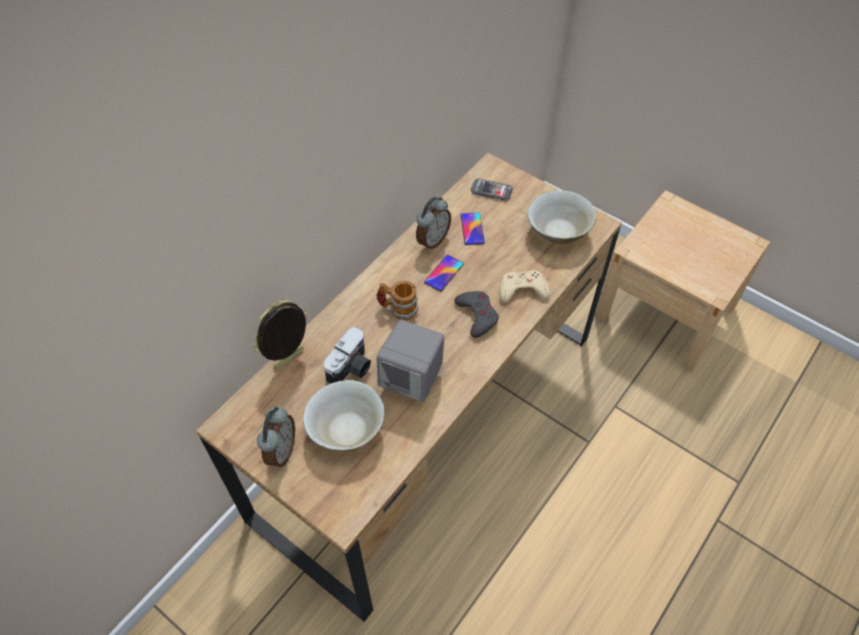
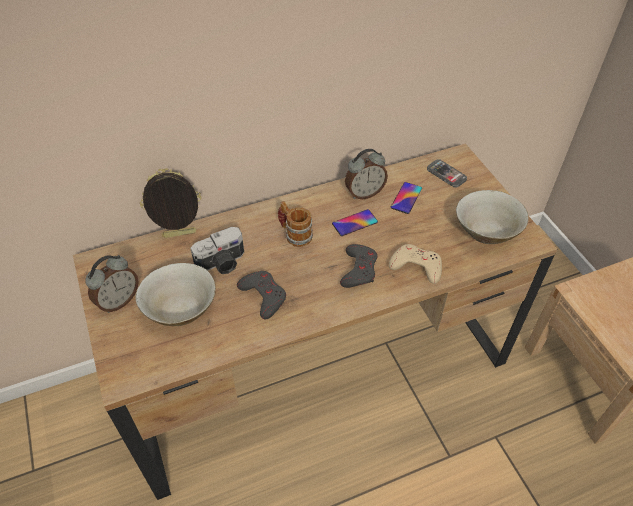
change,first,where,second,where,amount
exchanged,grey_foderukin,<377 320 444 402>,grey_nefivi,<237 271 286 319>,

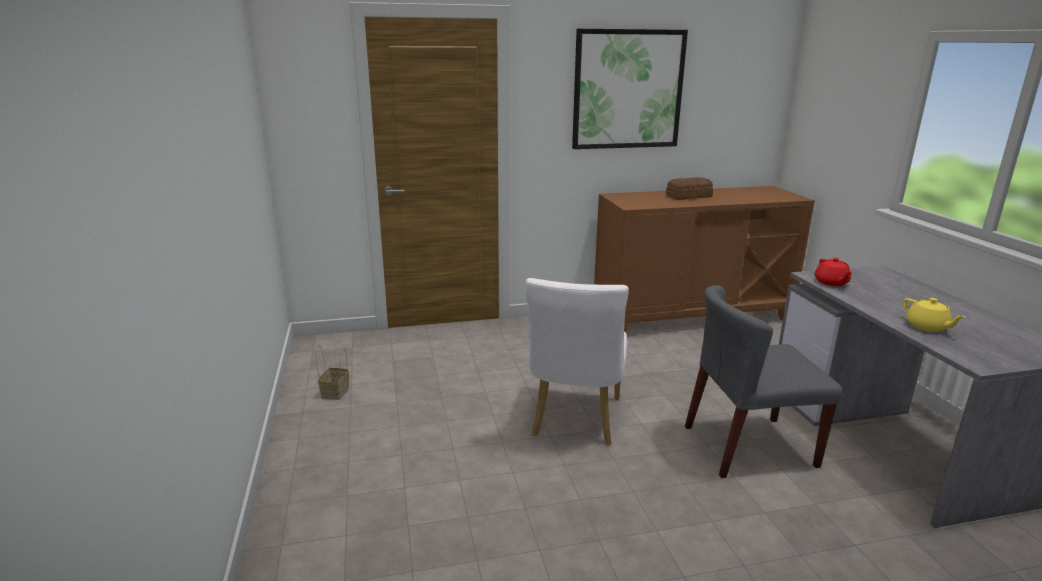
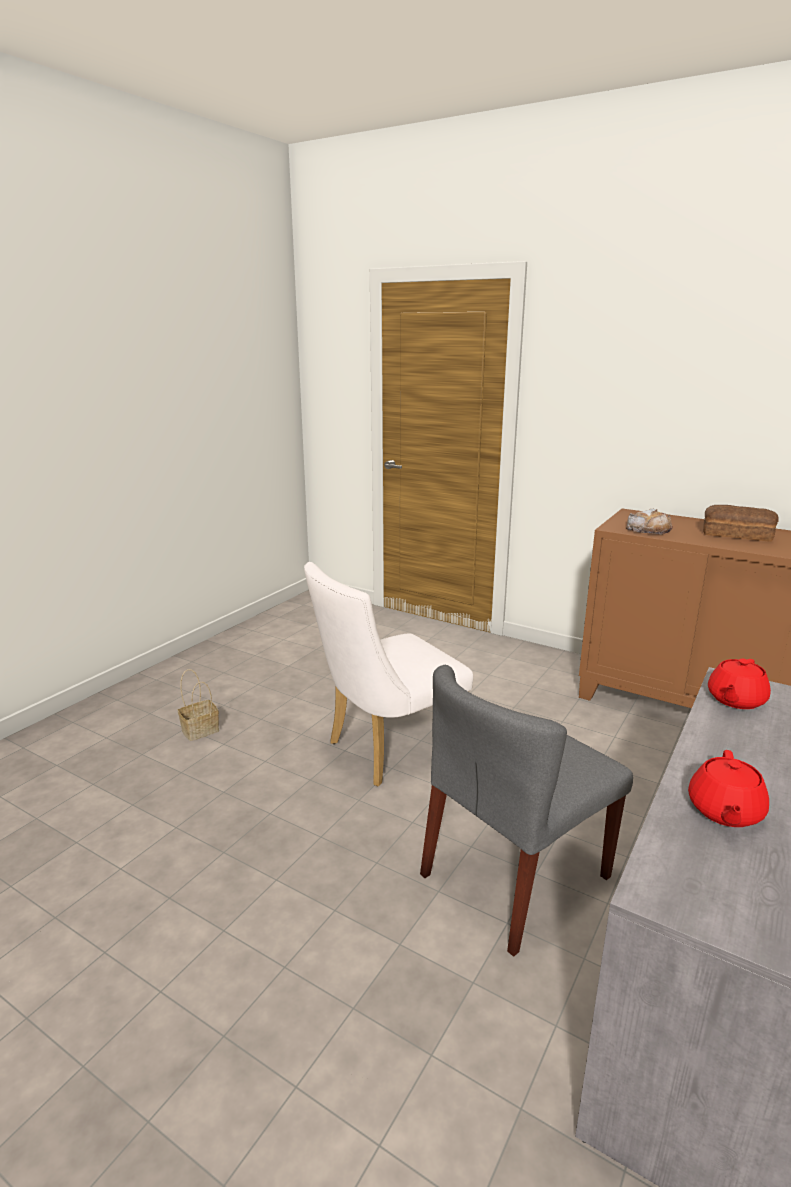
change,first,where,second,where,amount
missing,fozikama,<572 29 688 149>,,,
appeared,,,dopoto,<626 509 673 534>,
relocated,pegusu,<315 345 350 400>,,<178 669 219 741>,
colour,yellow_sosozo,<903 298 965 332>,red_sosozo,<688 750 769 827>,
spun,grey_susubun,<685 285 843 478>,,<420 665 633 957>,75 degrees counterclockwise

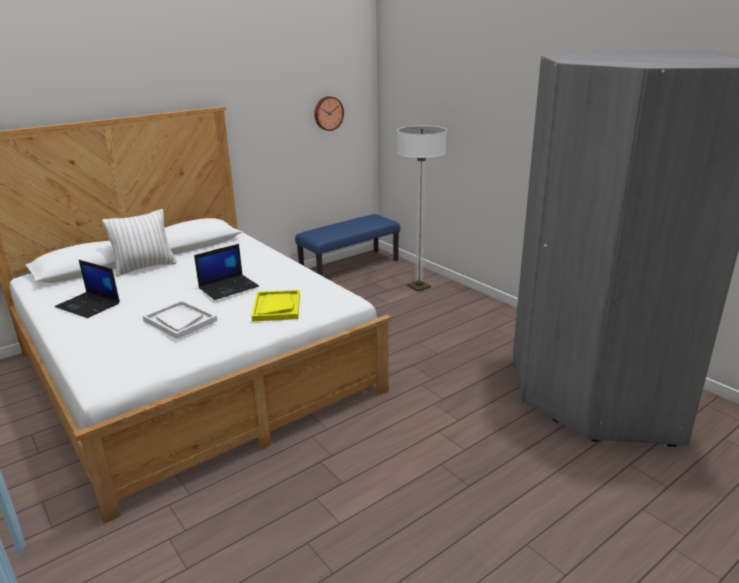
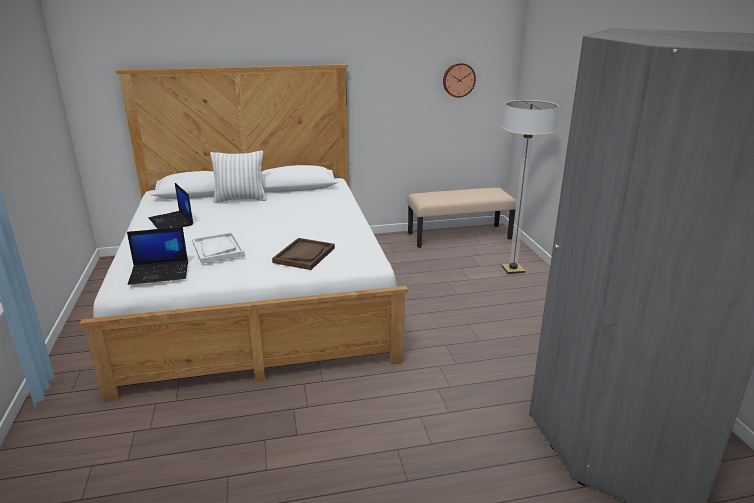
change,first,where,second,where,amount
relocated,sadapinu,<194 244 259 300>,,<127 227 188 285>,
colour,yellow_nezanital,<252 290 300 321>,brown_nezanital,<272 238 335 270>,
colour,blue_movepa,<295 214 400 276>,beige_movepa,<407 188 517 248>,

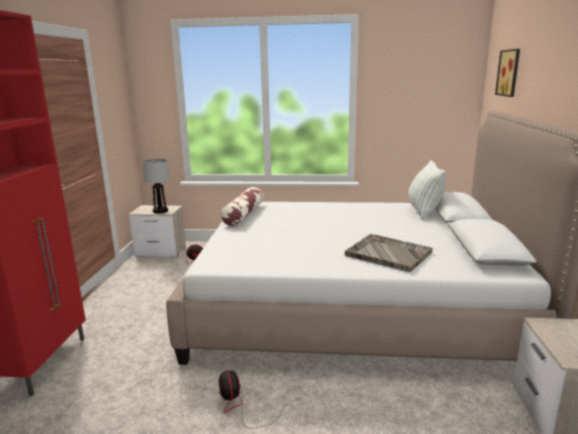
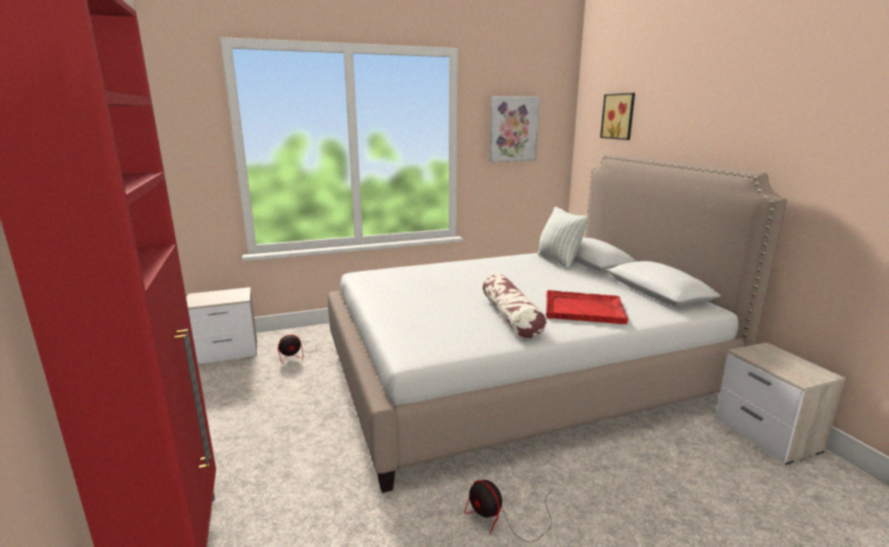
change,first,where,second,where,amount
missing,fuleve,<143 159 170 214>,,,
appeared,,,fozikama,<489 96 540 162>,
relocated,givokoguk,<220 187 264 226>,,<483 274 547 339>,
colour,grey_nezanital,<345 234 433 272>,red_nezanital,<546 290 628 324>,

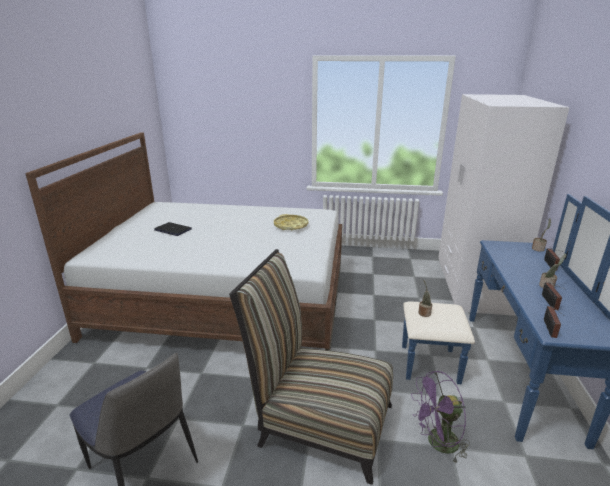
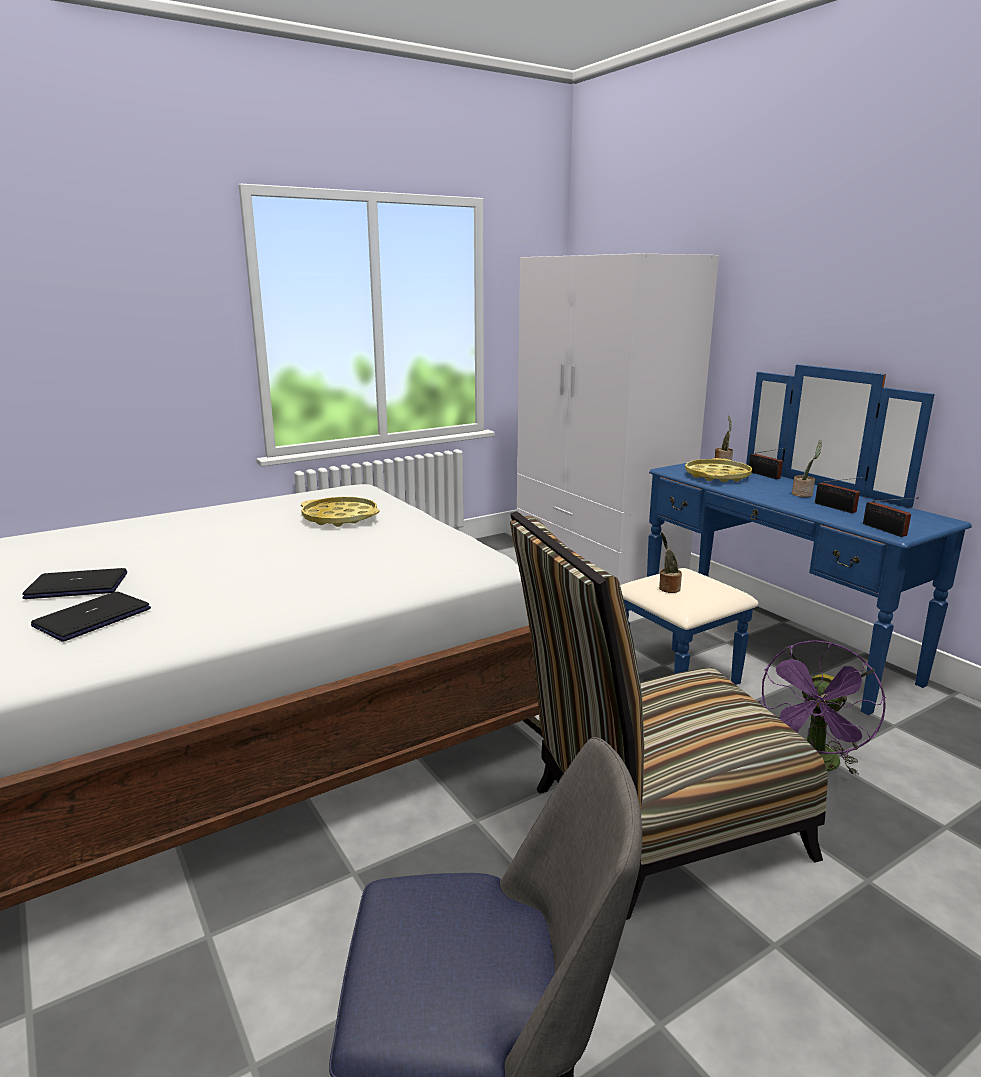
change,first,where,second,where,amount
appeared,,,sadapinu,<31 592 151 642>,
appeared,,,yellow_nezanital,<685 458 752 482>,

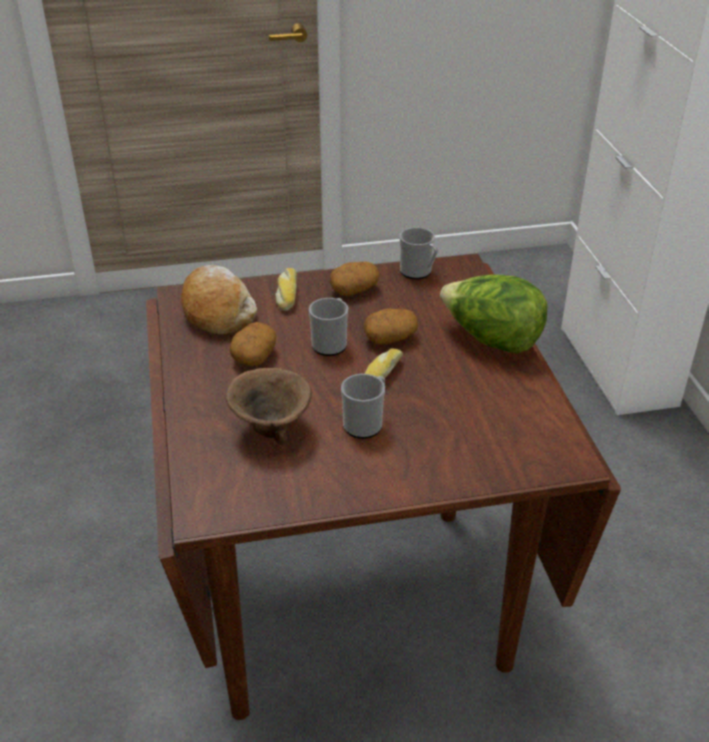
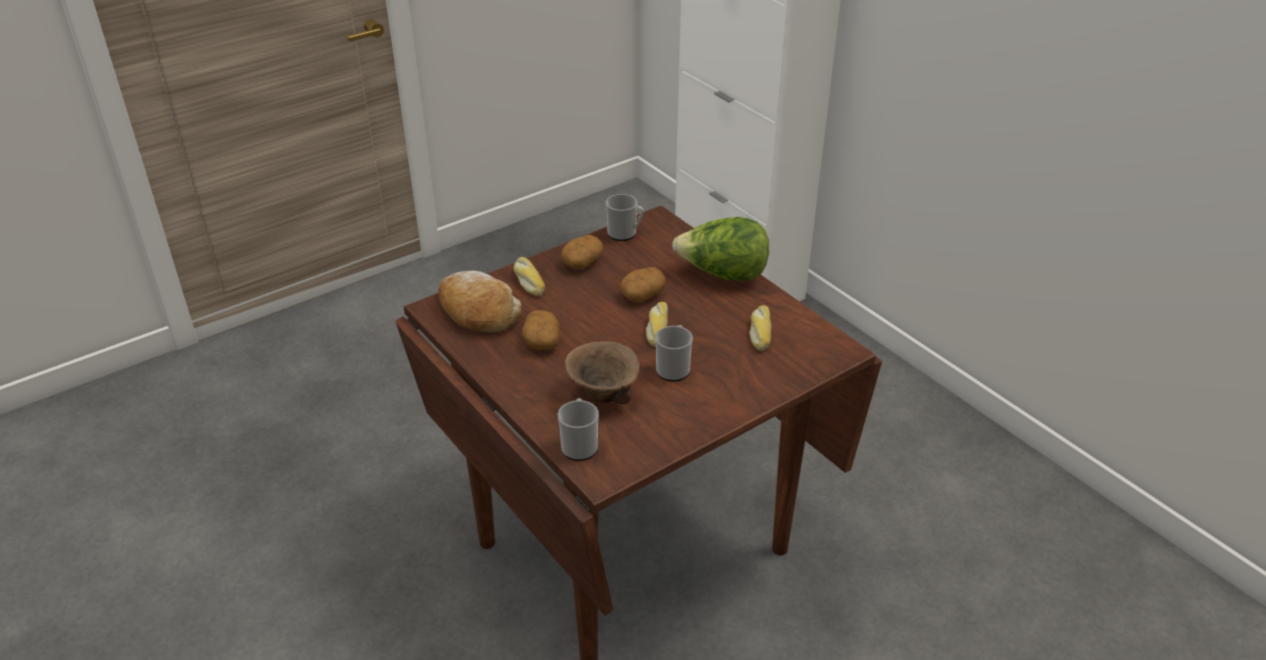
change,first,where,second,where,amount
appeared,,,dopoto,<749 305 771 351>,
relocated,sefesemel,<309 298 348 356>,,<558 398 599 461>,

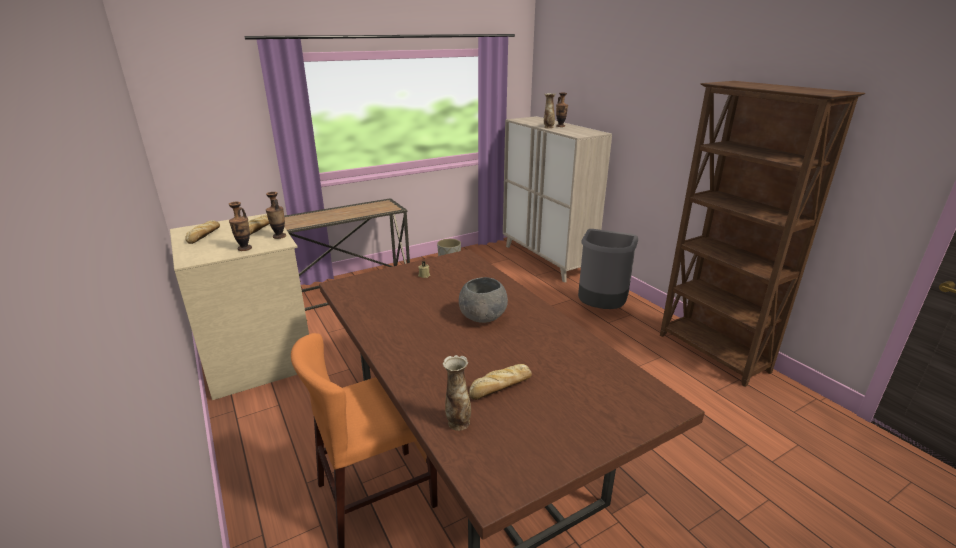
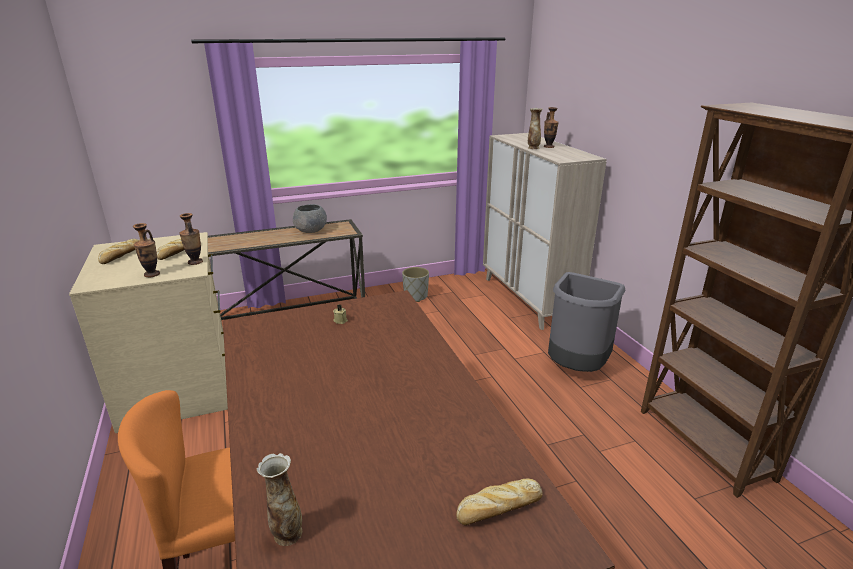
change,first,where,second,where,amount
relocated,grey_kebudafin,<459 277 508 323>,,<293 204 327 233>,
relocated,dopoto,<469 364 532 400>,,<456 479 543 525>,

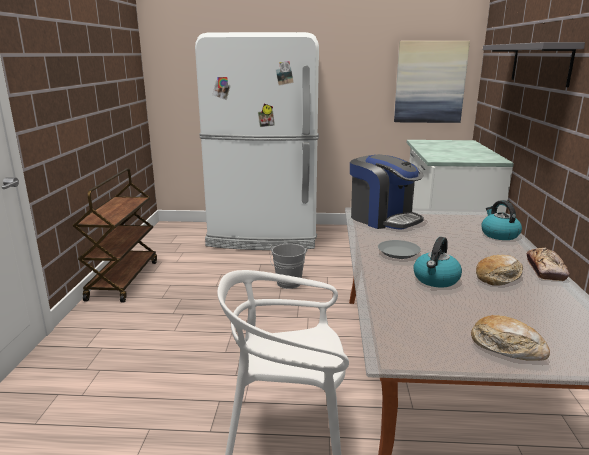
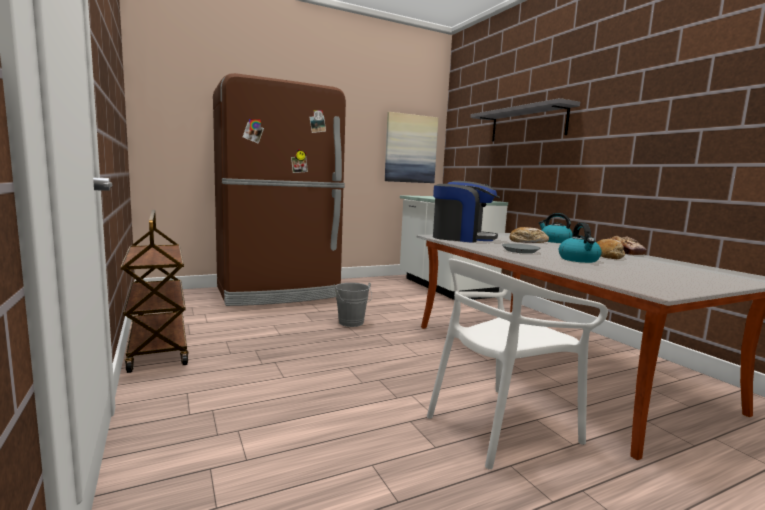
change,first,where,second,where,amount
relocated,dopoto,<471 315 550 361>,,<509 227 549 243>,
colour,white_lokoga,<195 32 319 250>,brown_lokoga,<213 73 346 306>,

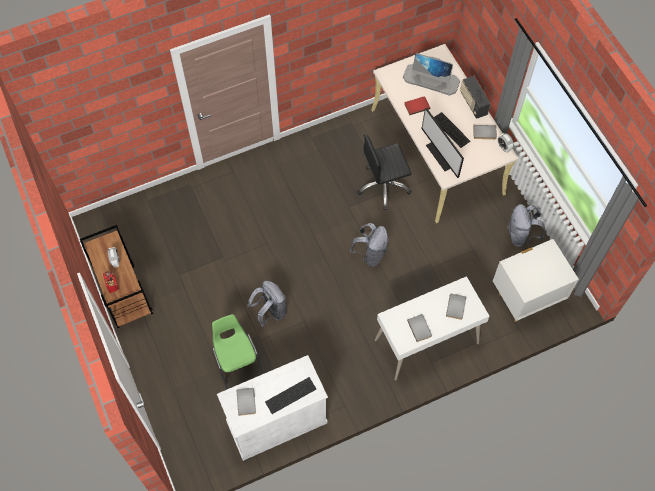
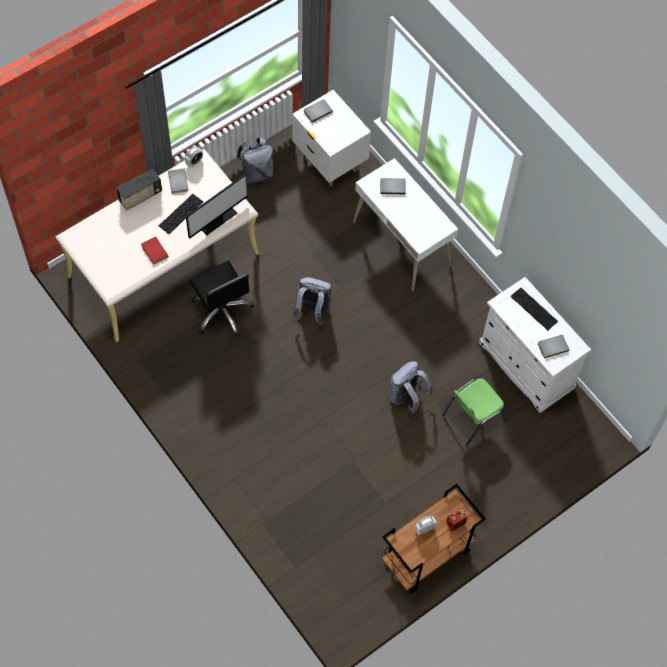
change,first,where,second,where,amount
missing,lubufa,<403 53 460 96>,,,
relocated,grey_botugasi,<407 314 432 342>,,<304 99 333 123>,

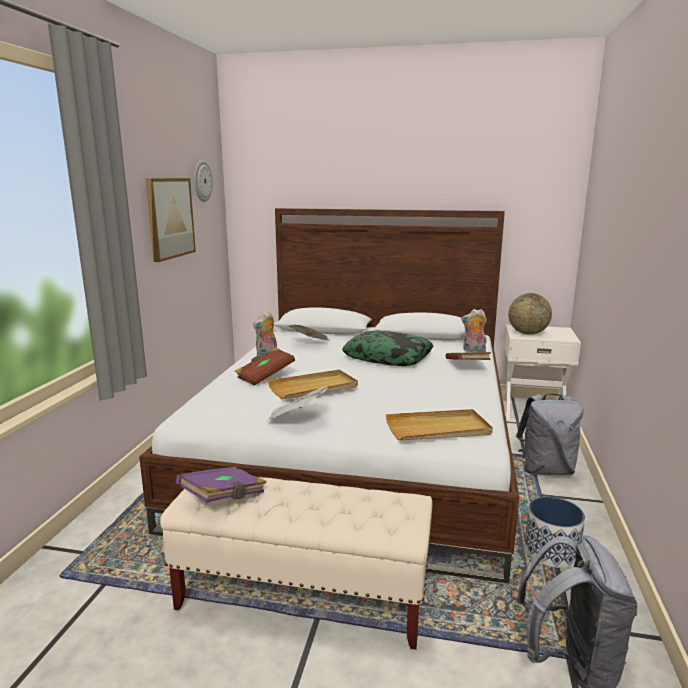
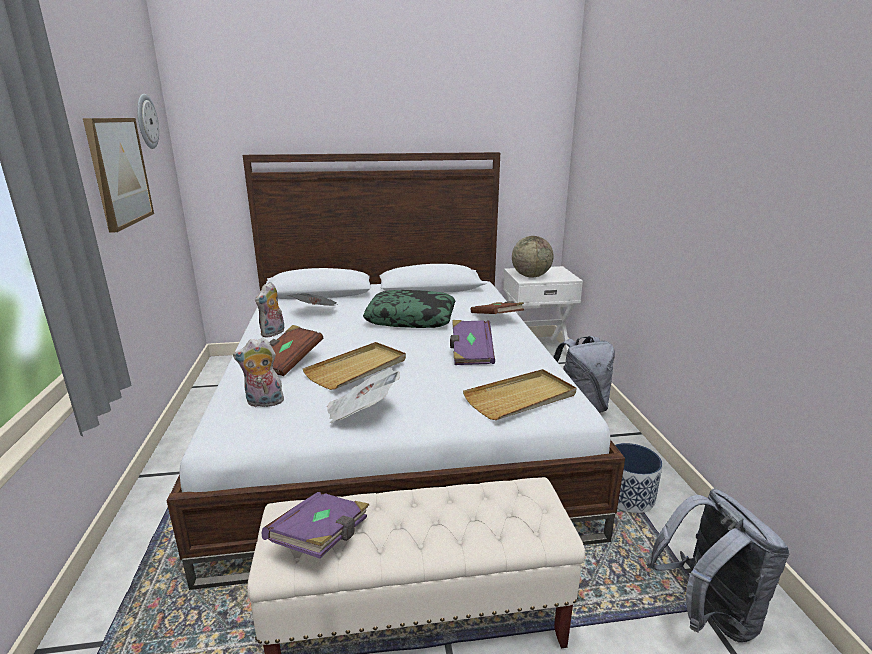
change,first,where,second,where,amount
appeared,,,purple_botugasi,<450 320 495 365>,
relocated,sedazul,<461 309 487 352>,,<233 338 284 407>,

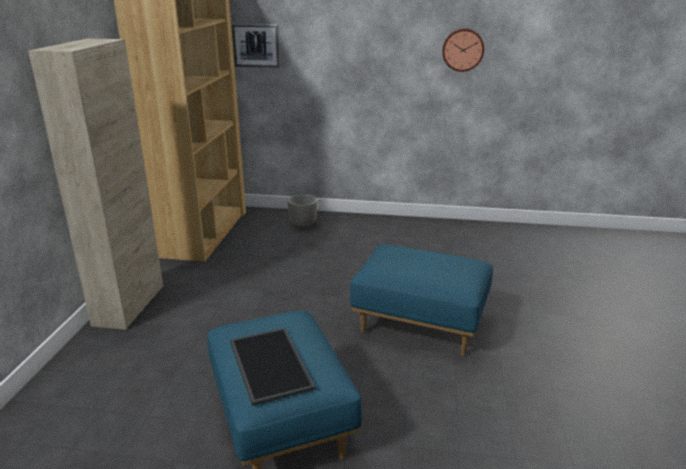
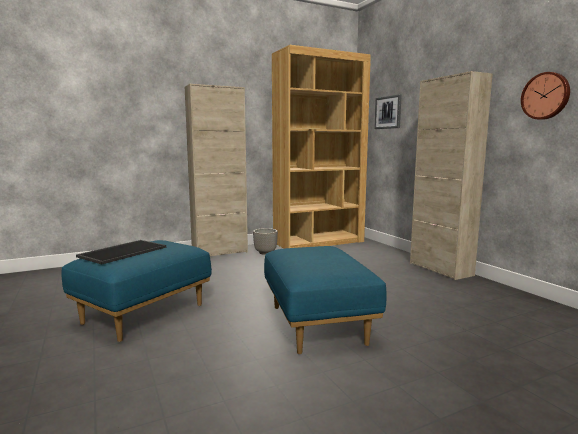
change,first,where,second,where,amount
appeared,,,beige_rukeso,<410 71 493 280>,
relocated,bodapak,<288 195 317 228>,,<253 228 278 255>,

